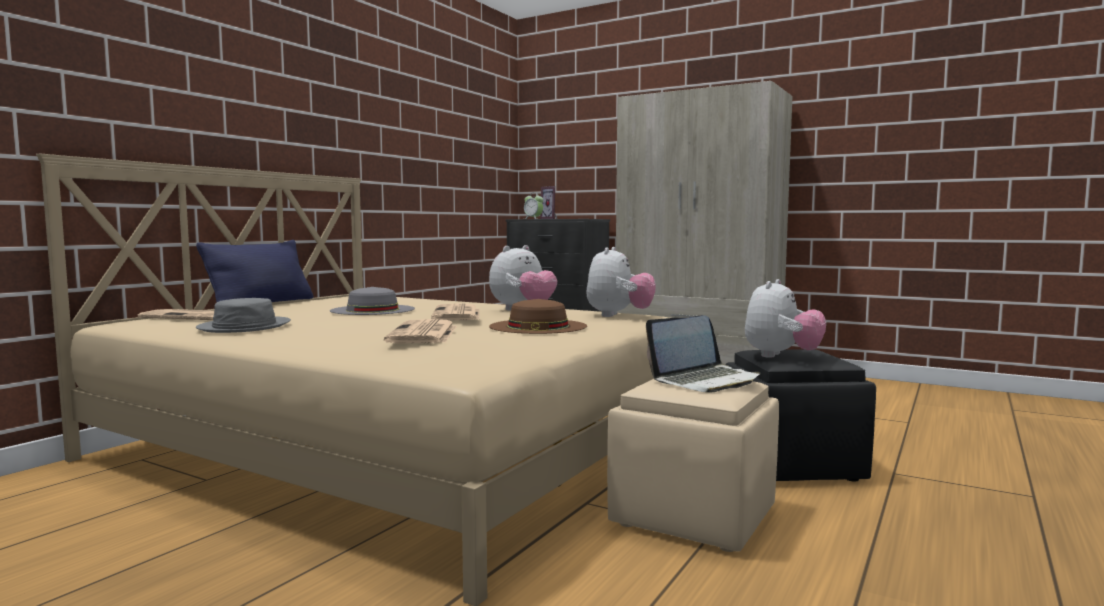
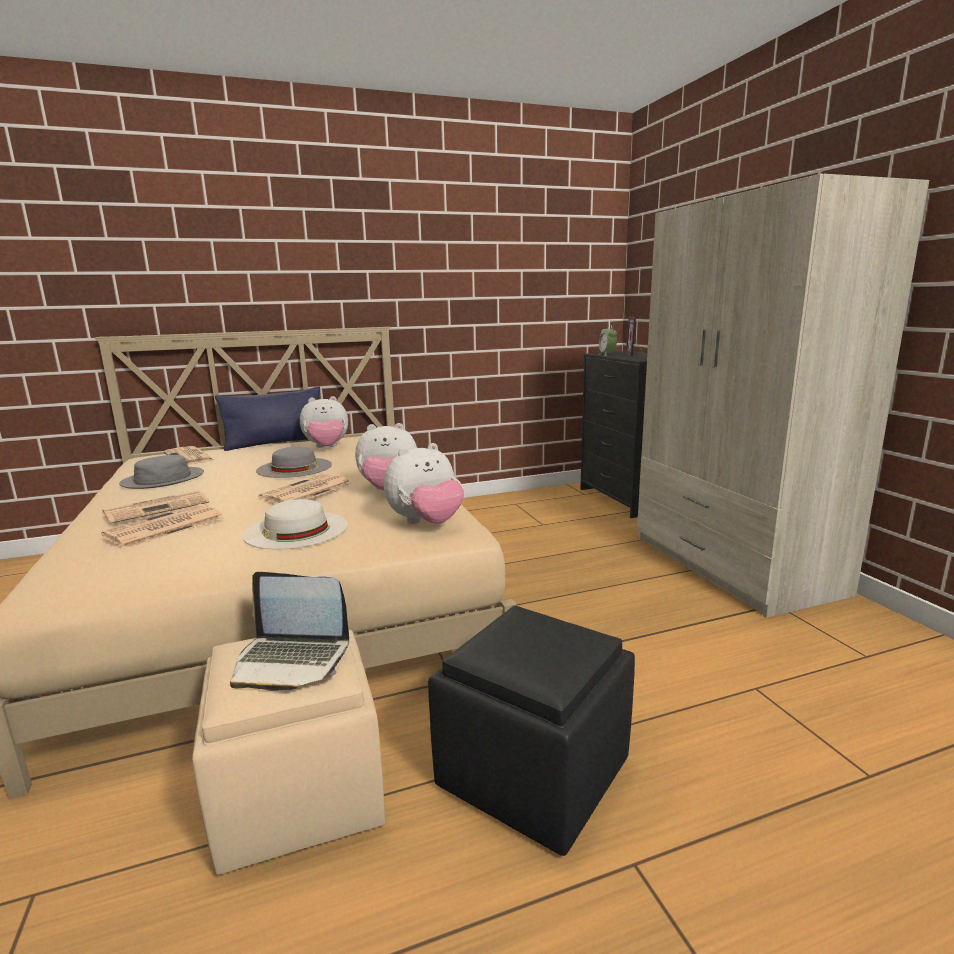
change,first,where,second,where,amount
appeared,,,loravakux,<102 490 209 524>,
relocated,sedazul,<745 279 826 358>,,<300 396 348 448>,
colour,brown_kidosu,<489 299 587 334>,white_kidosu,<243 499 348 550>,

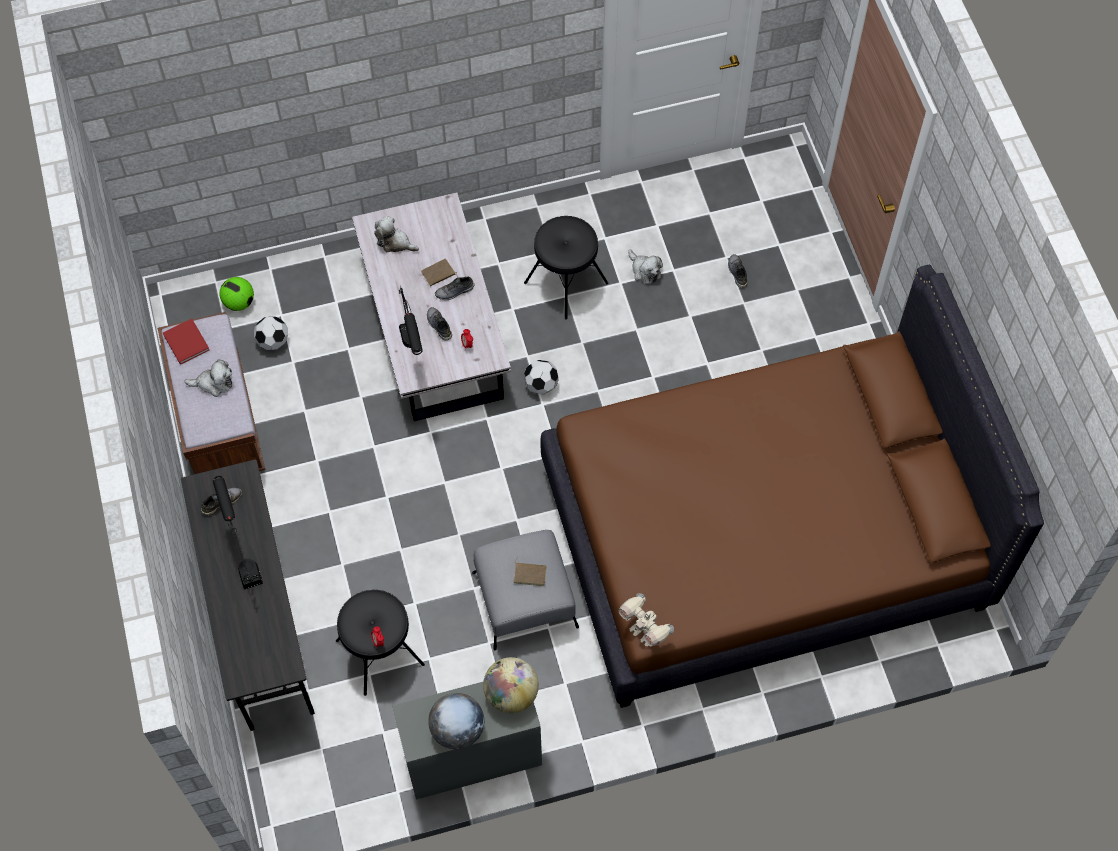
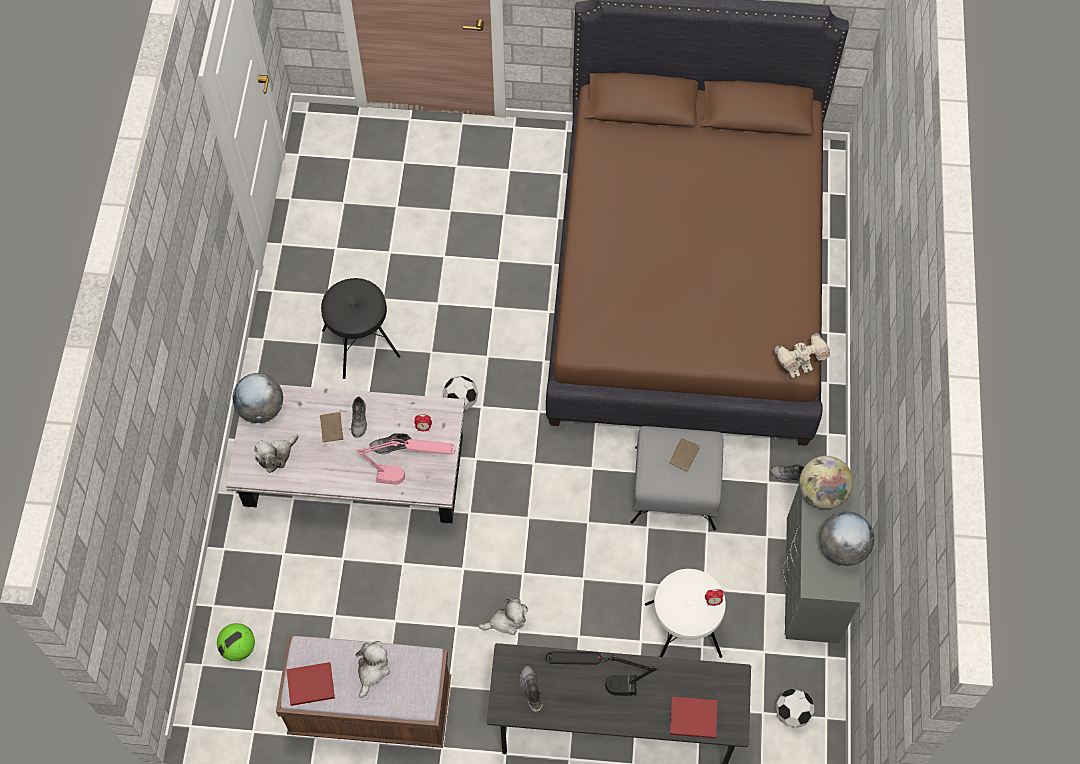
change,first,where,second,where,amount
appeared,,,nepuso,<232 373 283 423>,
appeared,,,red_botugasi,<670 696 718 739>,
relocated,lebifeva,<254 316 288 350>,,<776 689 814 728>,
relocated,sedazul,<628 250 663 284>,,<478 598 528 635>,
relocated,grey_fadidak,<728 254 748 288>,,<770 464 805 481>,
colour,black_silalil,<336 590 425 696>,white_silalil,<645 569 726 658>,
colour,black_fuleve,<399 286 422 355>,pink_fuleve,<356 439 456 485>,

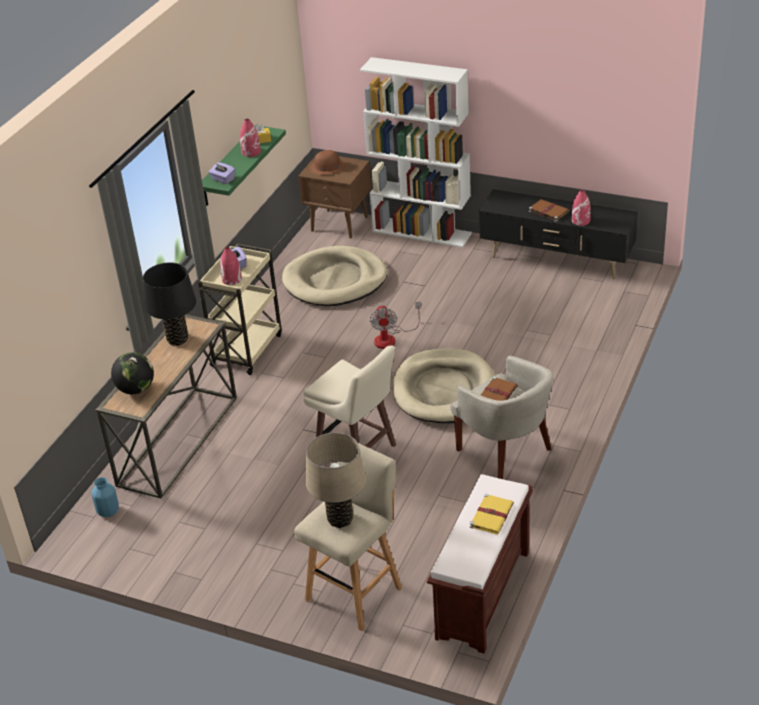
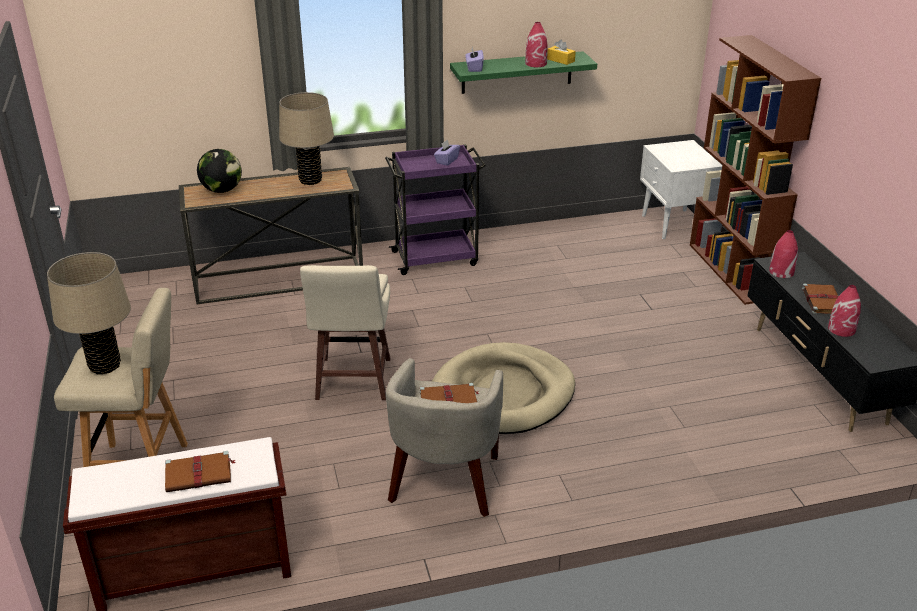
change,first,where,second,where,amount
missing,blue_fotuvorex,<92 477 119 517>,,,
missing,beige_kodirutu,<282 246 387 306>,,,
missing,brown_kidosu,<310 150 346 174>,,,
missing,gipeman,<370 302 421 349>,,,
relocated,red_fotuvorex,<220 247 242 285>,,<769 230 798 278>,
colour,black_fuleve,<143 262 196 346>,beige_fuleve,<279 92 334 185>,
colour,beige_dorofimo,<198 244 282 375>,purple_dorofimo,<385 144 486 275>,
colour,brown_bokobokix,<298 156 371 239>,white_bokobokix,<640 140 722 239>,
colour,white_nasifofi,<360 57 472 248>,brown_nasifofi,<690 35 821 305>,
colour,yellow_botugasi,<470 494 514 534>,brown_botugasi,<165 451 235 492>,

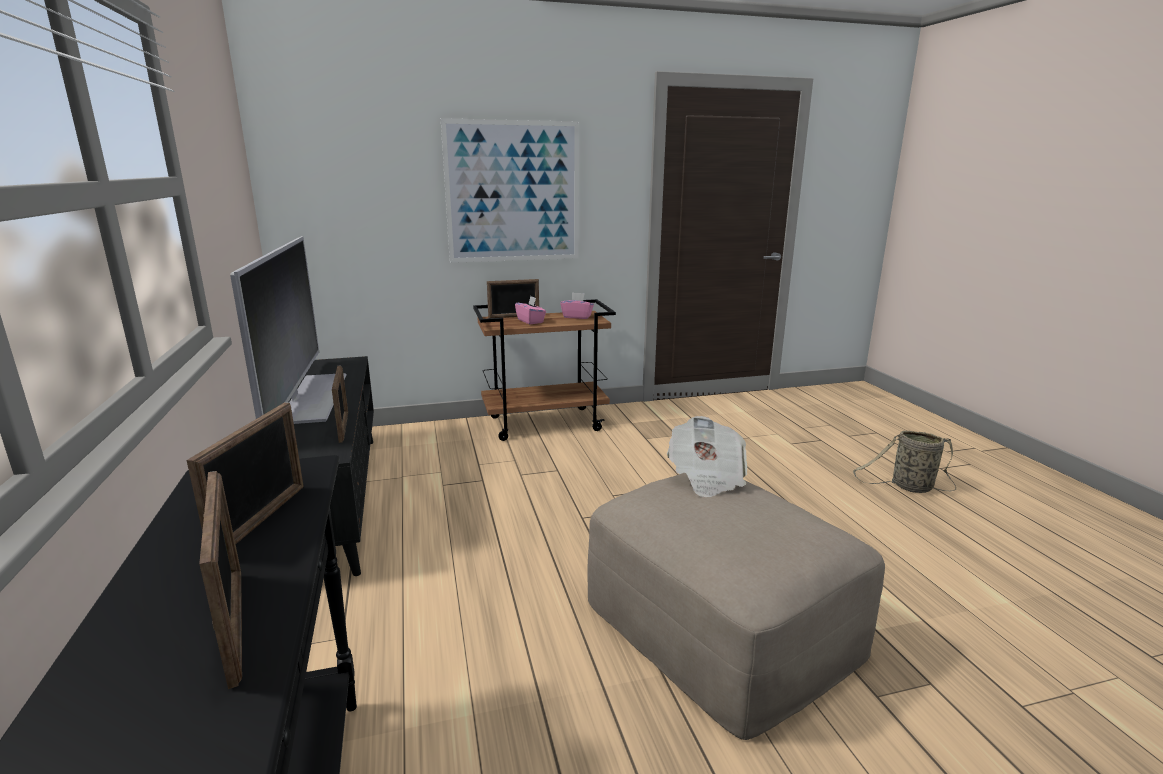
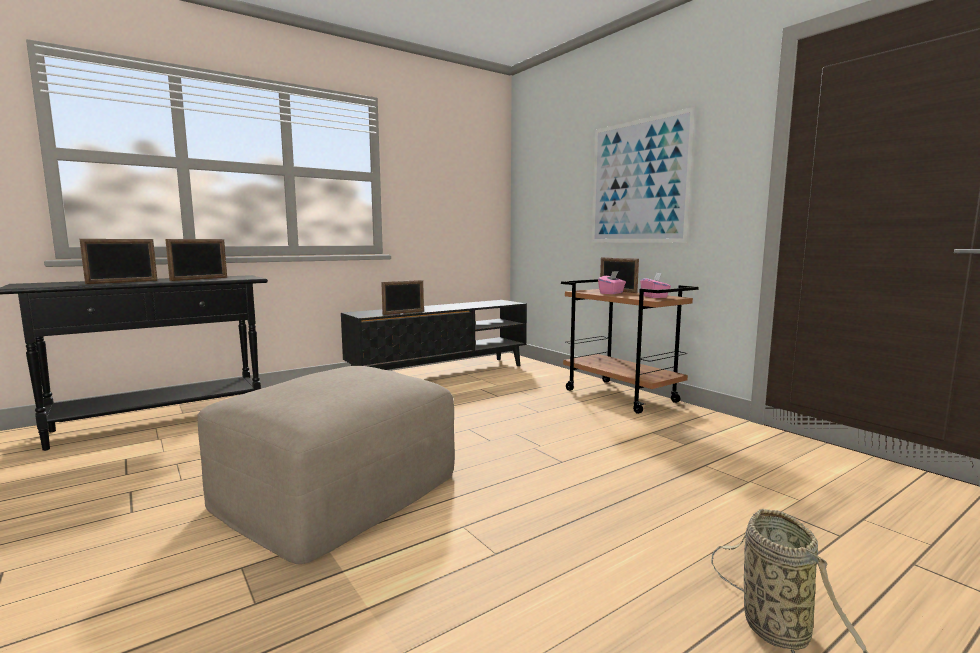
change,first,where,second,where,amount
missing,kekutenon,<230 236 347 424>,,,
missing,loravakux,<667 416 747 497>,,,
spun,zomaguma,<187 402 304 544>,,<165 239 227 281>,45 degrees counterclockwise

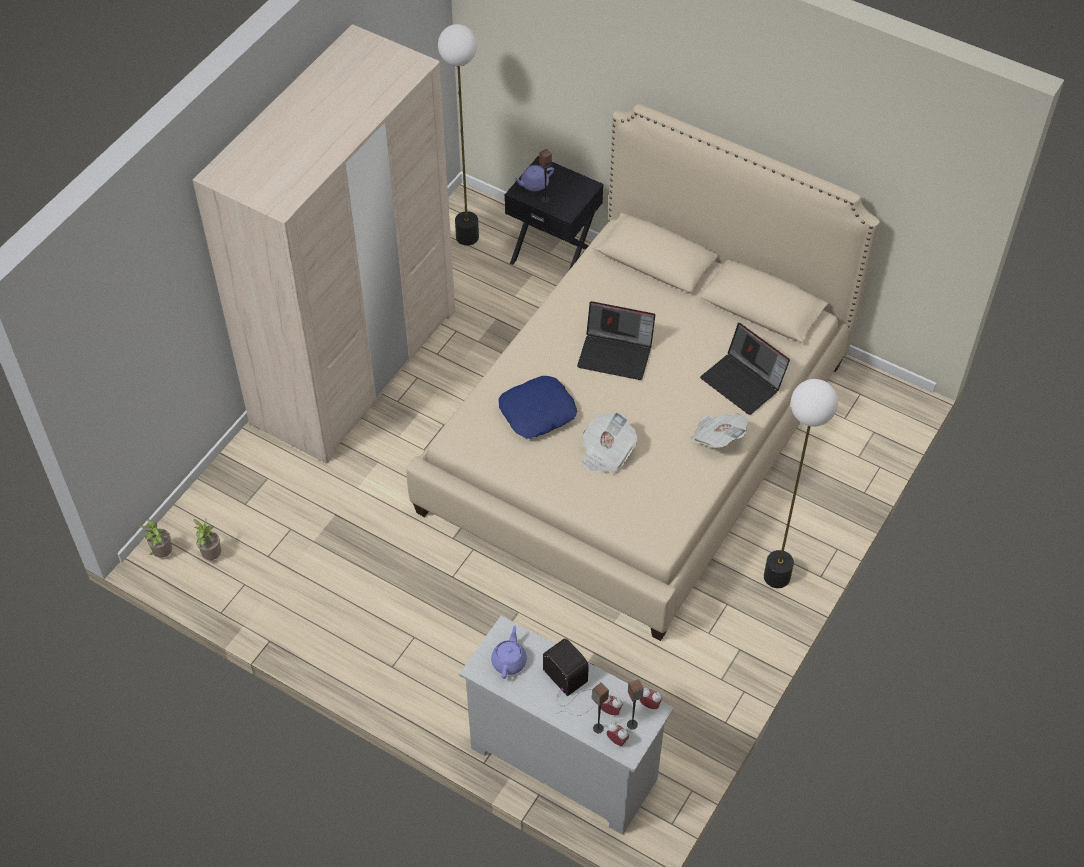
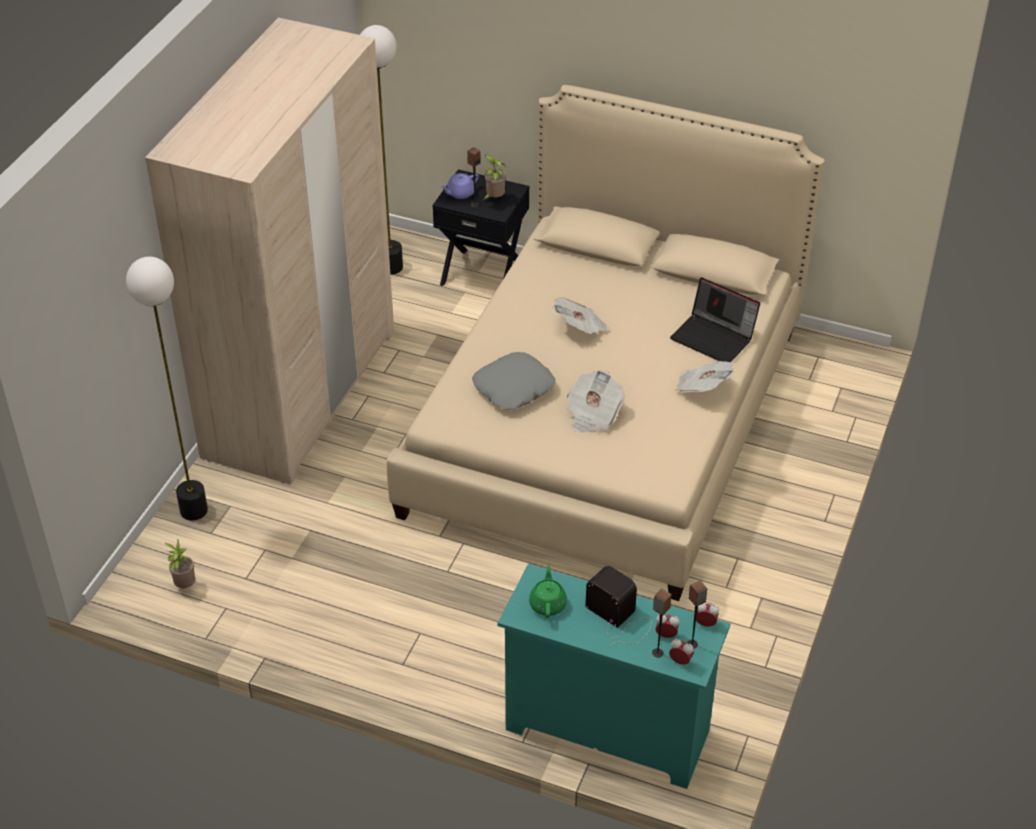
change,first,where,second,where,amount
relocated,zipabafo,<138 518 172 558>,,<483 155 506 200>,
relocated,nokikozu,<764 379 838 588>,,<126 257 208 521>,
exchanged,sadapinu,<577 301 655 380>,loravakux,<552 297 610 334>,
colour,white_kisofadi,<459 615 674 835>,turquoise_kisofadi,<498 564 731 789>,
colour,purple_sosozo,<491 626 527 679>,green_sosozo,<529 565 567 618>,
colour,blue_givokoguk,<499 376 577 439>,grey_givokoguk,<472 352 556 410>,

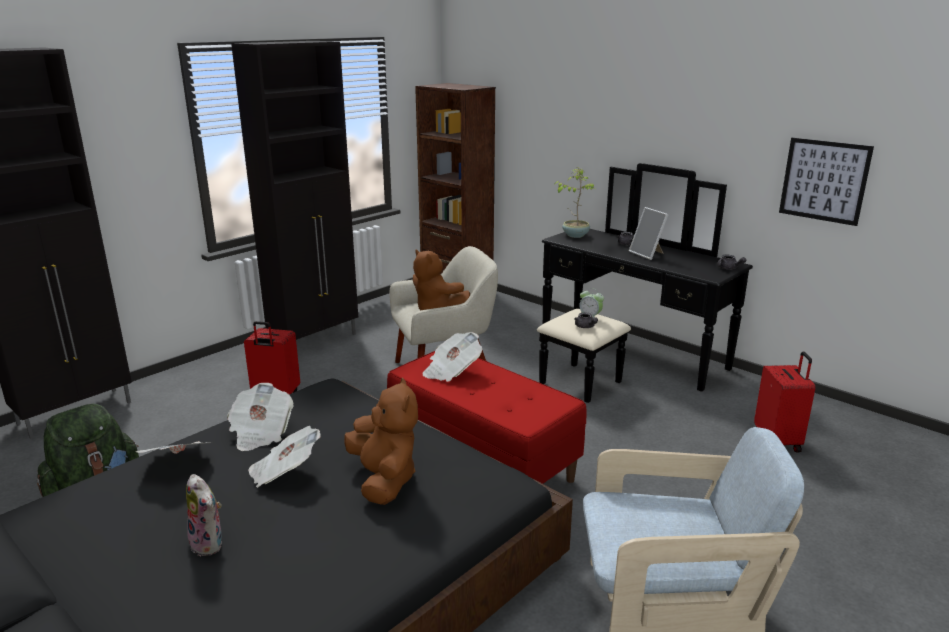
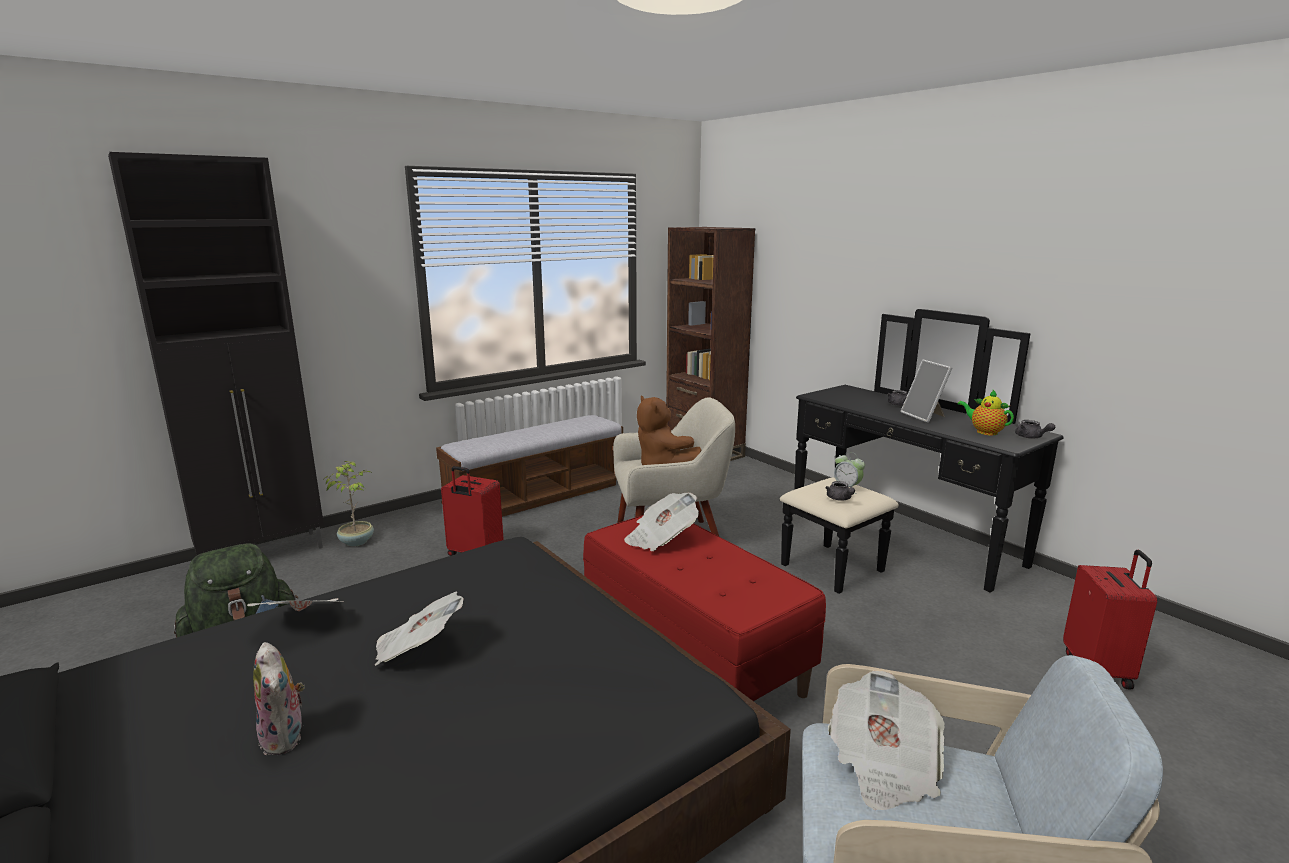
change,first,where,second,where,amount
missing,brown_sedazul,<344 378 418 505>,,,
missing,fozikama,<779 138 874 226>,,,
appeared,,,sosozo,<957 390 1014 435>,
relocated,loravakux,<227 383 294 451>,,<828 671 945 810>,
relocated,zipabafo,<554 167 595 238>,,<325 461 374 547>,
exchanged,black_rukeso,<231 41 358 340>,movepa,<436 415 623 517>,

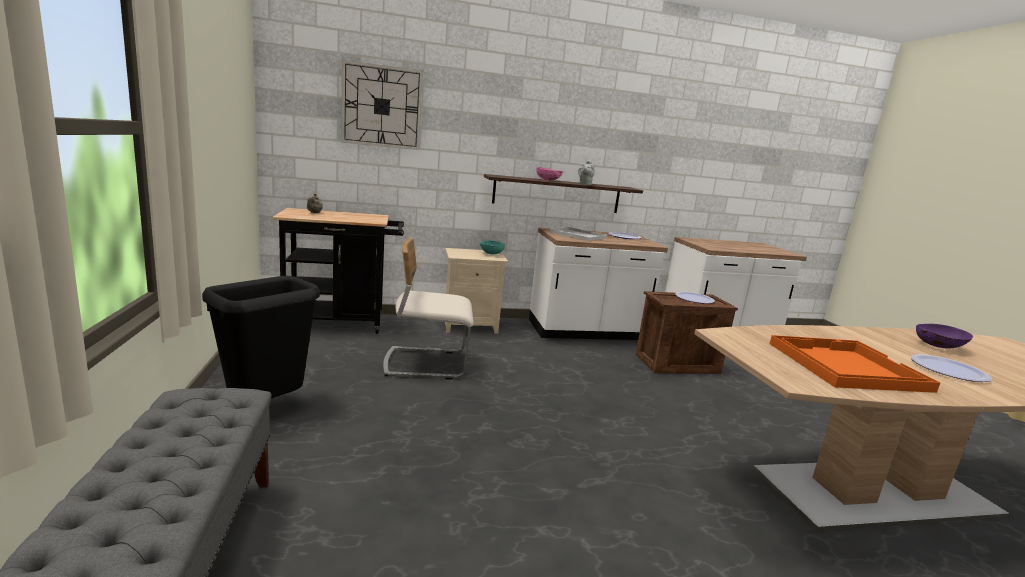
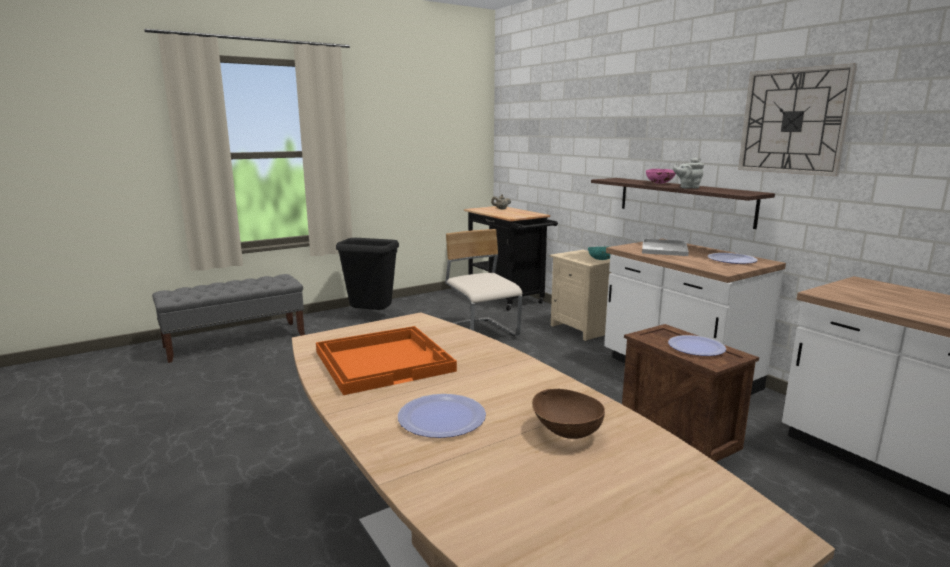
change,first,where,second,where,amount
relocated,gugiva,<341 60 423 150>,,<738 63 857 176>,
colour,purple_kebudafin,<916 324 973 348>,brown_kebudafin,<532 389 605 439>,

